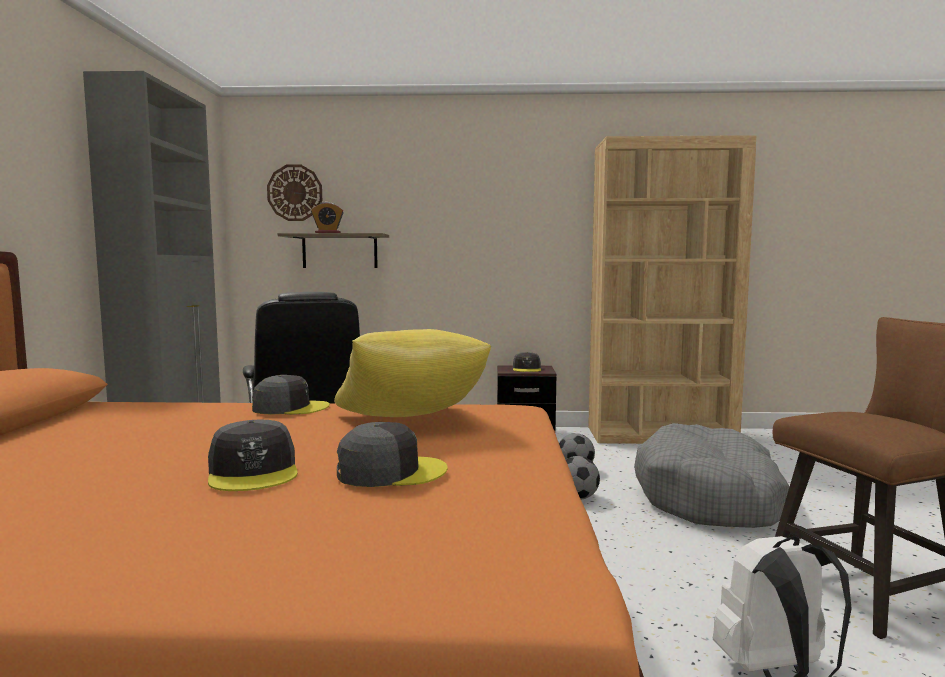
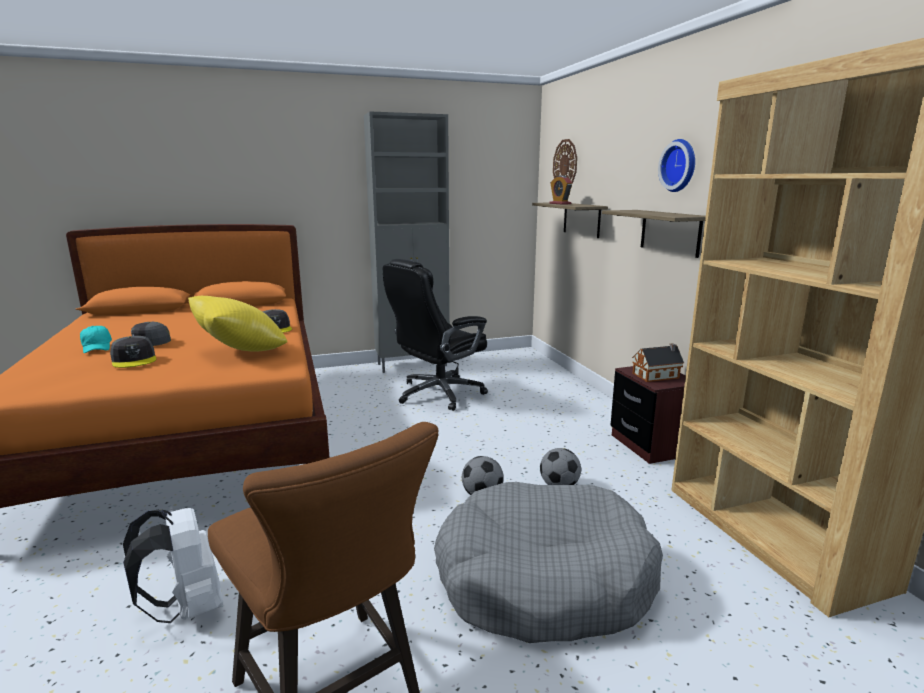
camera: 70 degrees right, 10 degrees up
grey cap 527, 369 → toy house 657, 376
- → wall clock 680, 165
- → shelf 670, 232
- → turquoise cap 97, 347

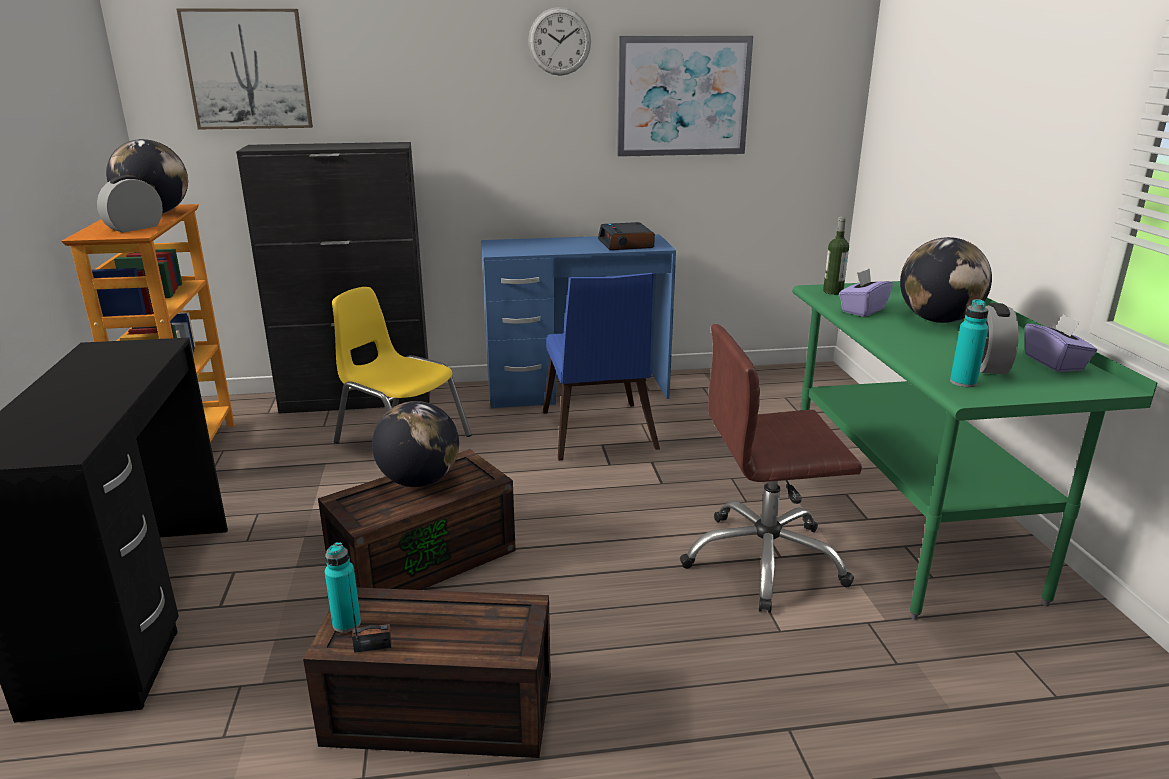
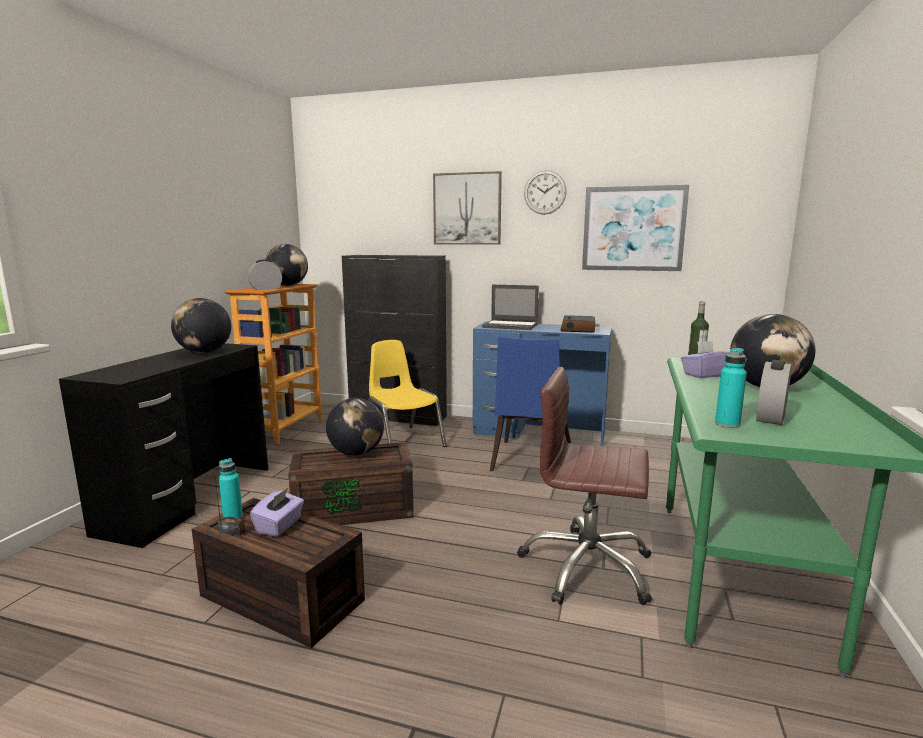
camera: 25 degrees right, 10 degrees down
picture 248, 69 → picture 467, 209, moved
purple tissue box 1054, 363 → purple tissue box 279, 526, moved
- → laptop 511, 326
- → globe 204, 352

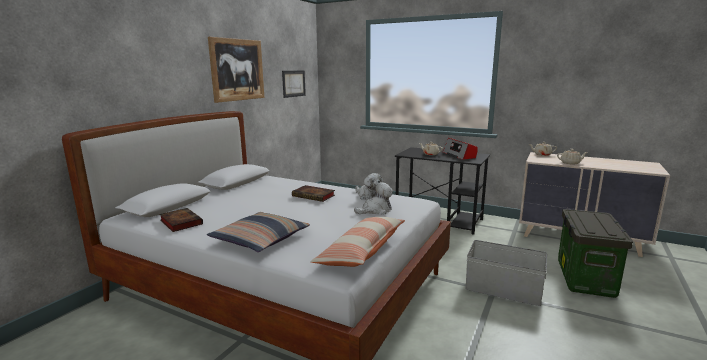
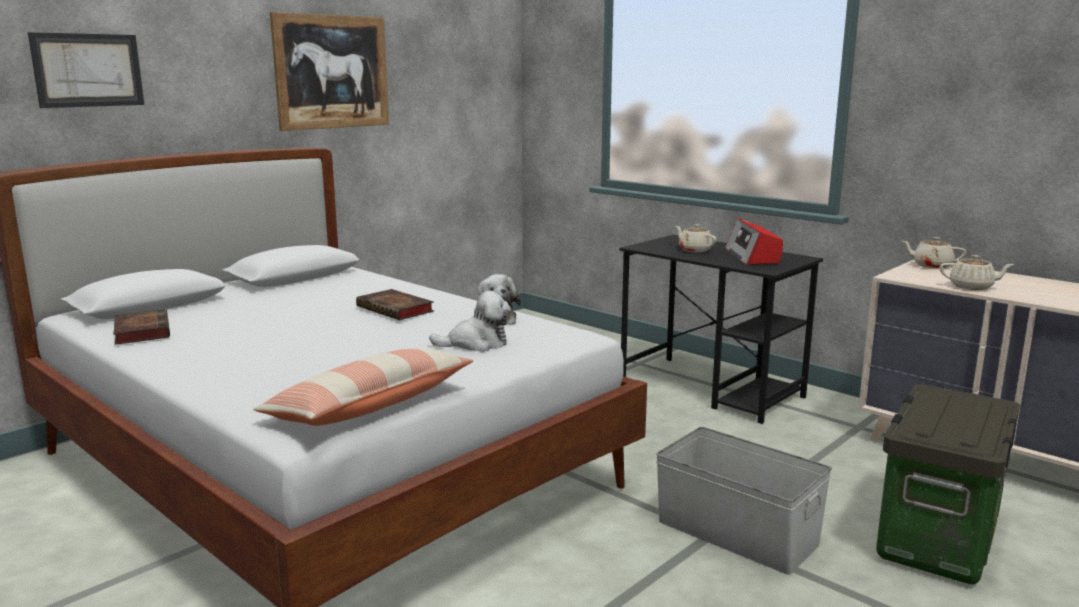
camera: 15 degrees right, 0 degrees up
picture 293, 83 → picture 88, 70, moved
pillow 260, 240 → -

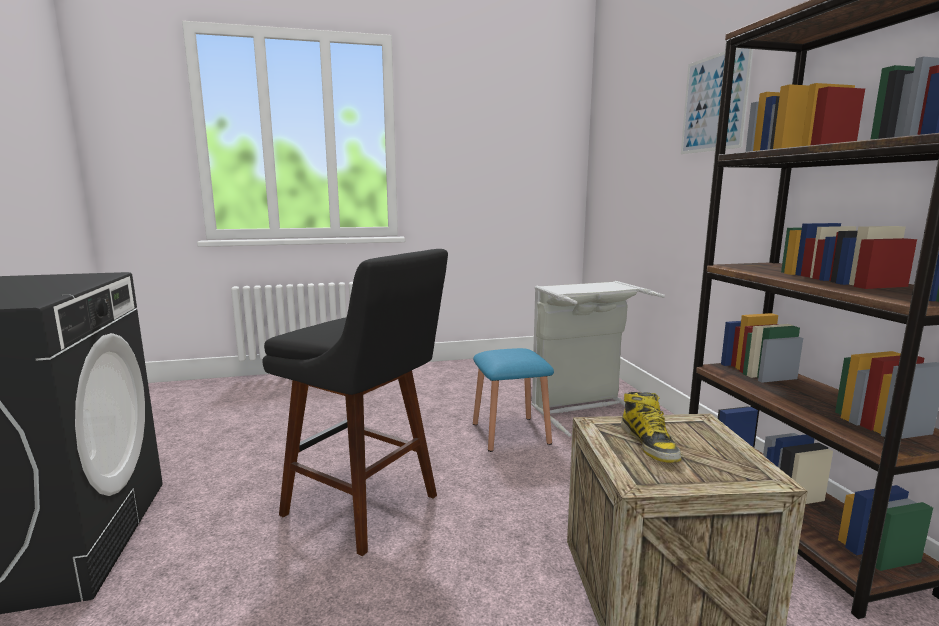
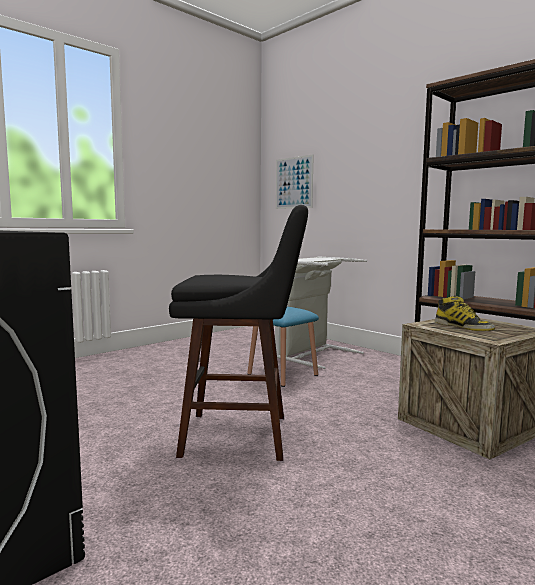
camera: 30 degrees left, 5 degrees down
picture 714, 103 → picture 294, 183, moved

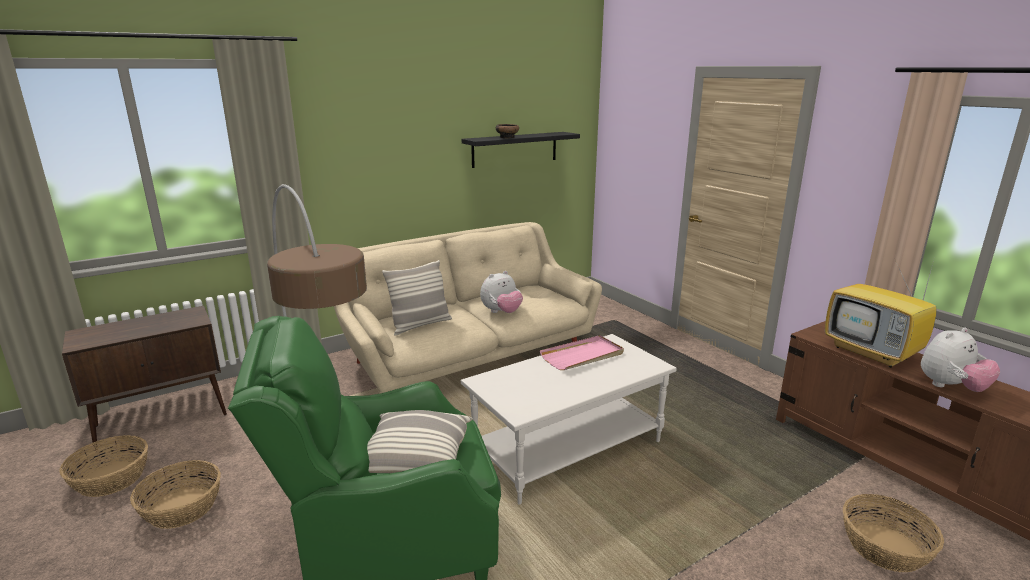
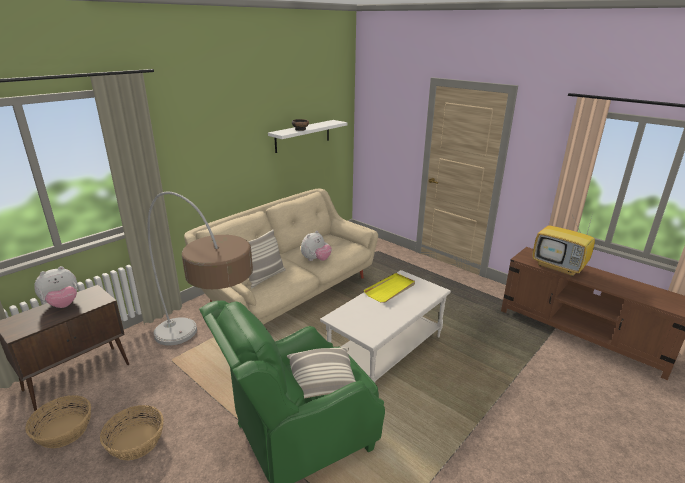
camera: 15 degrees left, 5 degrees up
black shelf 515, 149 → white shelf 302, 136
plush toy 951, 387 → plush toy 62, 304, moved
pink tray 582, 356 → yellow tray 390, 289
basket 884, 548 → -

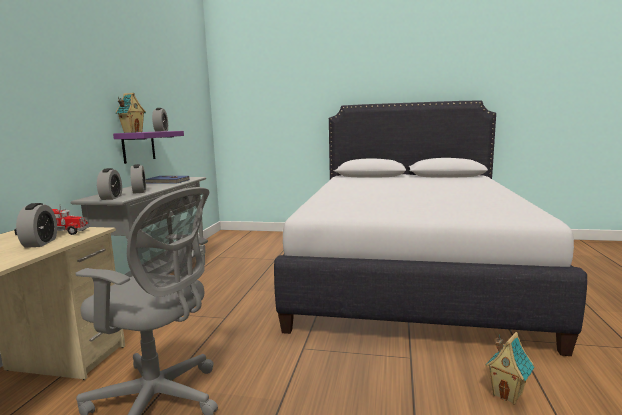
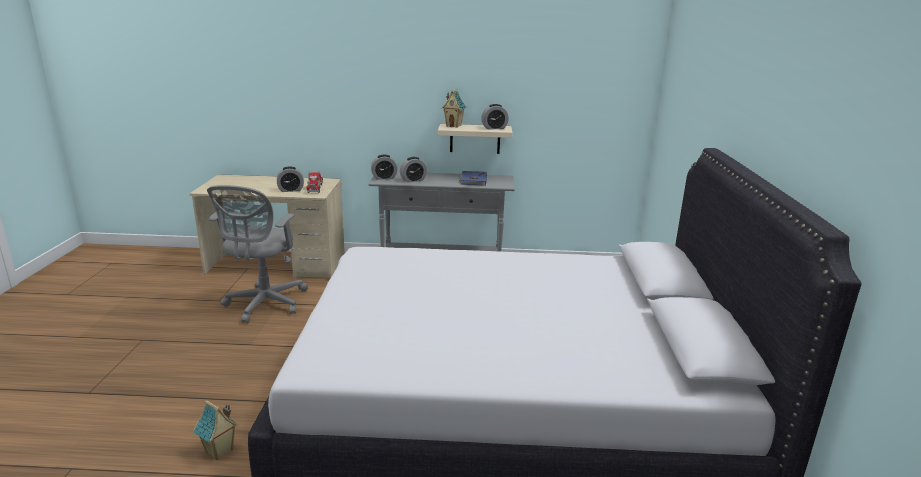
camera: 80 degrees right, 10 degrees up
purple shelf 138, 146 → beige shelf 475, 138

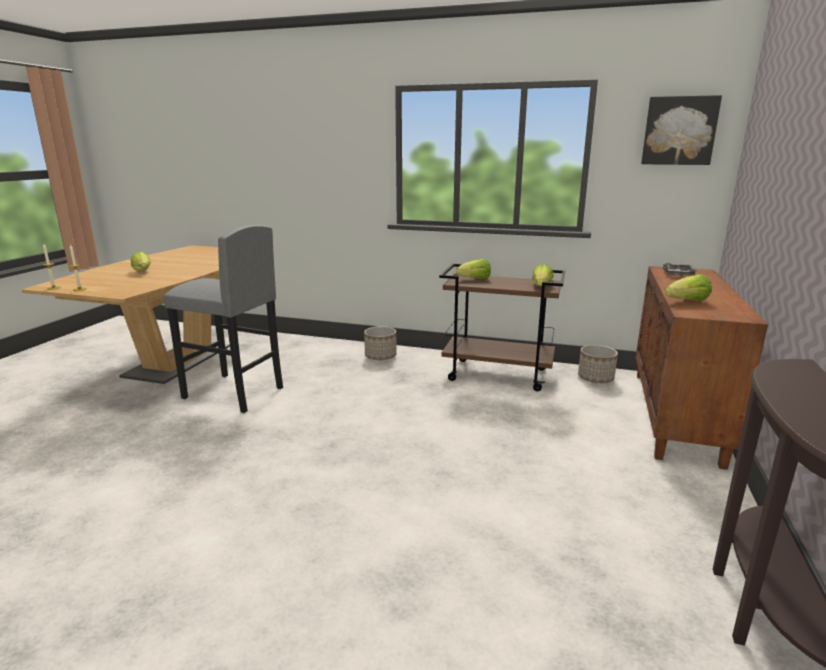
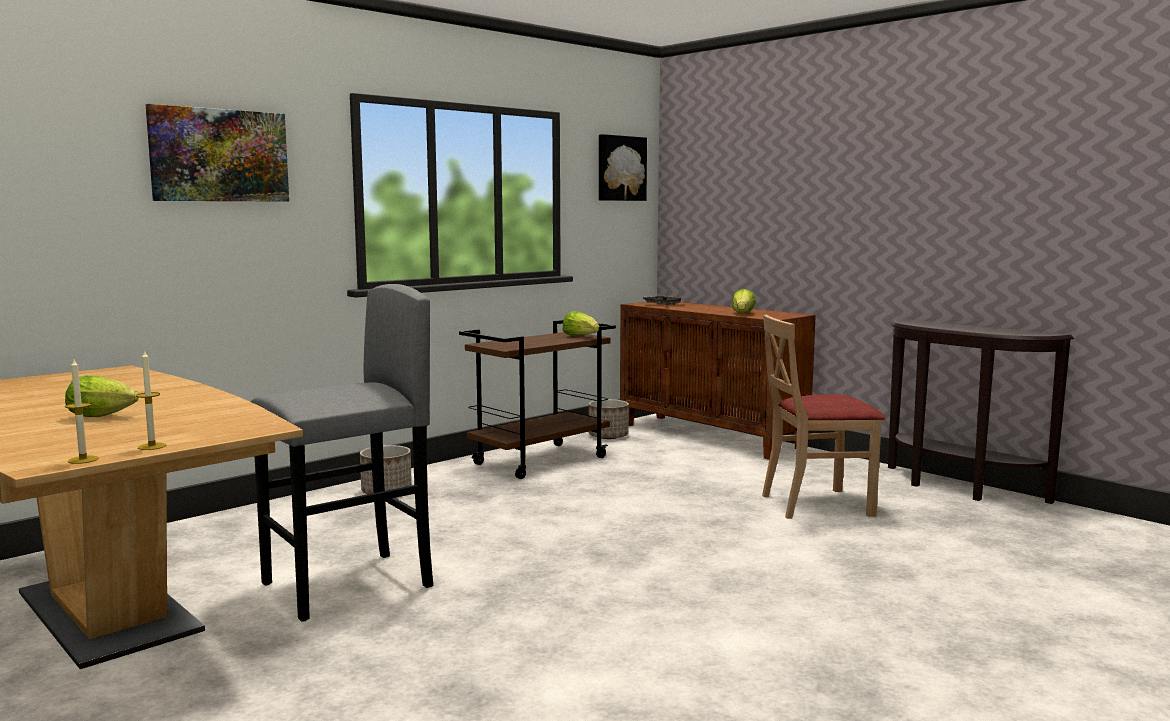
camera: 60 degrees left, 10 degrees down
lettuce 475, 279 → -
- → picture 219, 155
- → beige chair 816, 504

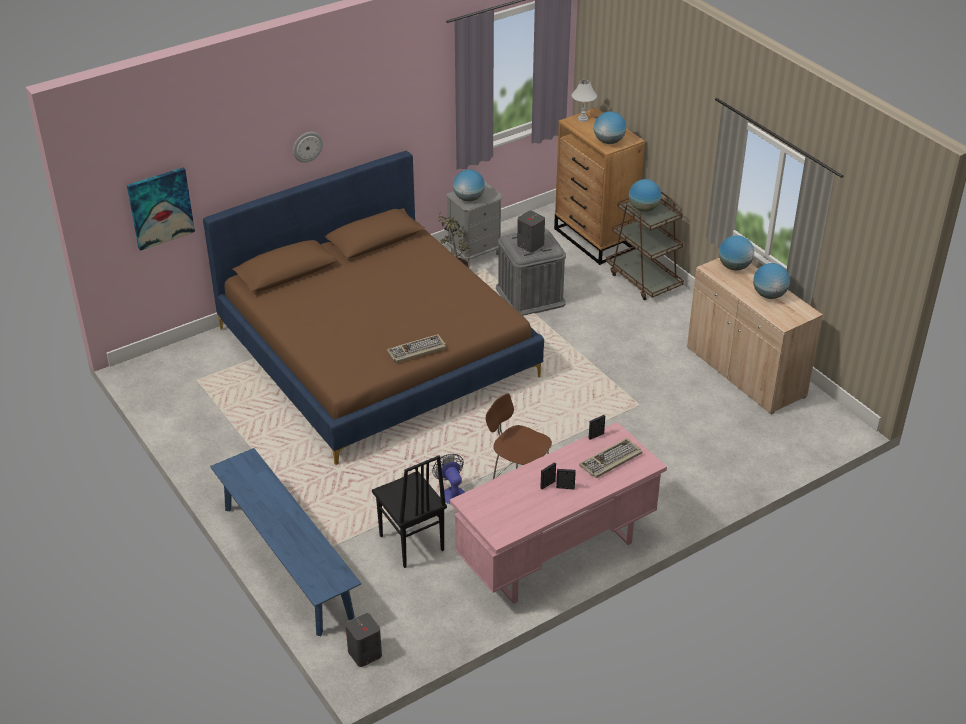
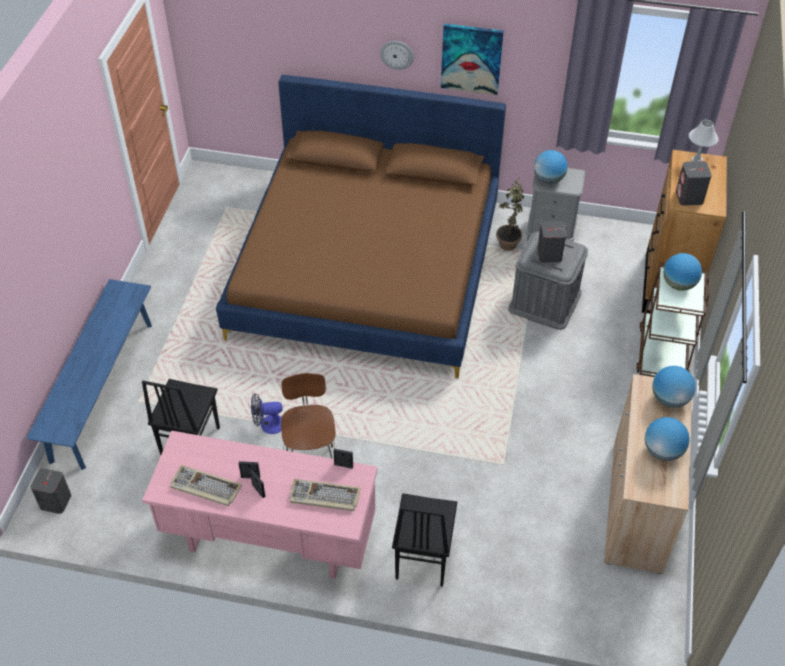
camera: 45 degrees right, 10 degrees up
globe 609, 142 → grey speaker 689, 197
picture 160, 208 → picture 471, 58, moved
keyboard 416, 350 → keyboard 205, 487, moved
fan 451, 492 → fan 268, 425, 120 degrees counterclockwise
- → black chair 421, 559

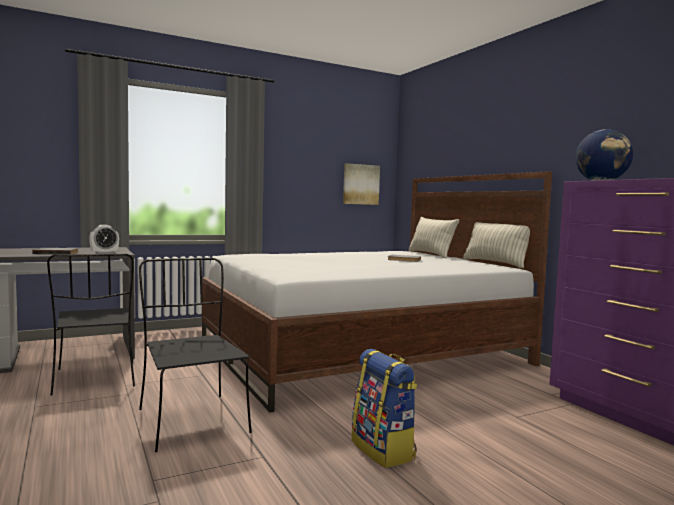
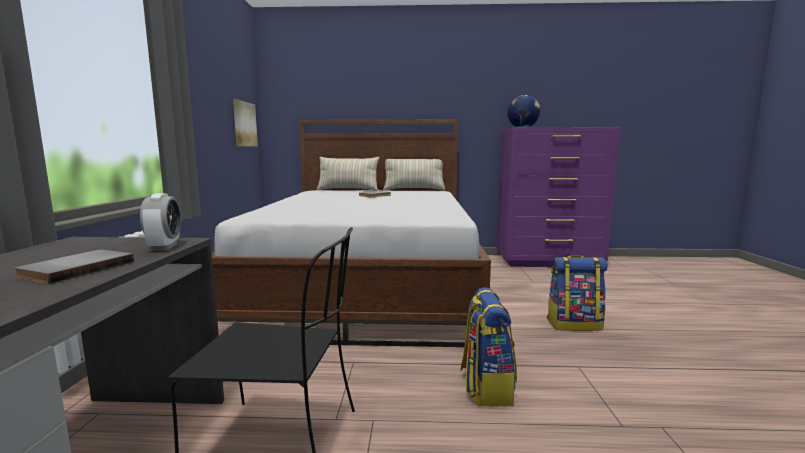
camera: 60 degrees left, 5 degrees up
black chair 191, 420 → backpack 486, 387

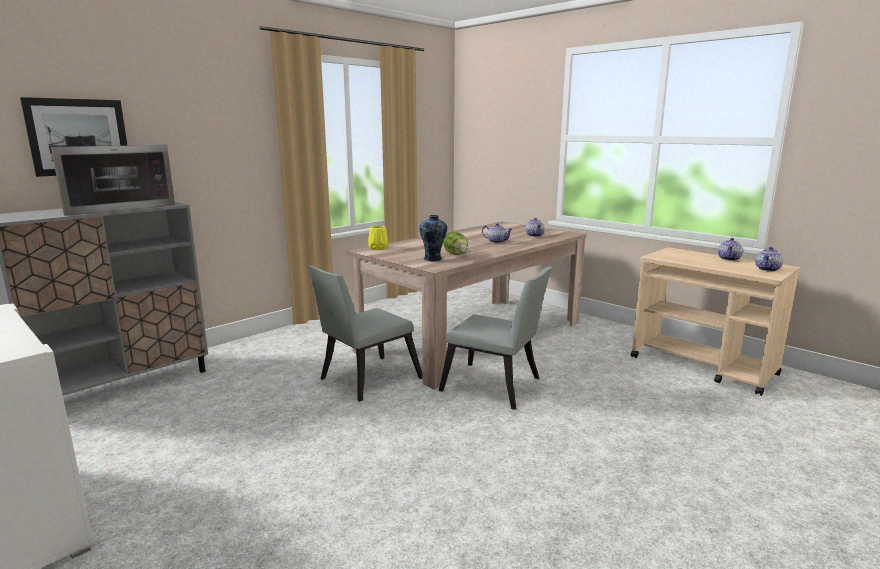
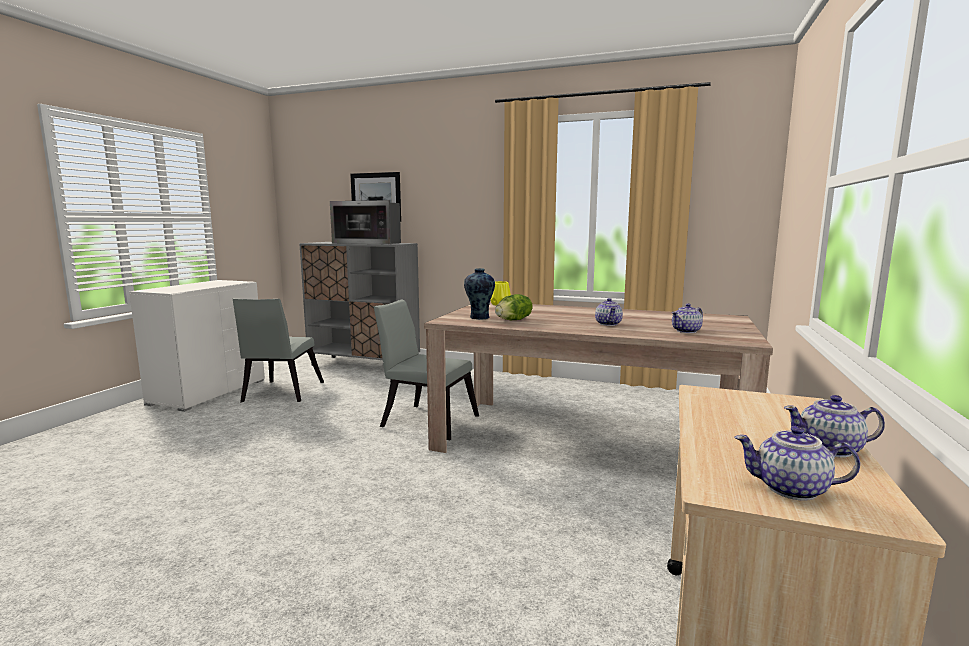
camera: 65 degrees right, 5 degrees down
grey chair 496, 387 → grey chair 280, 393, moved

